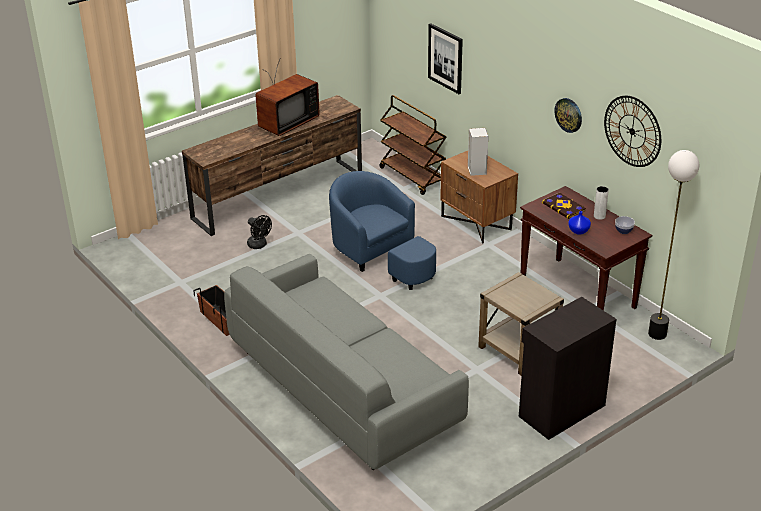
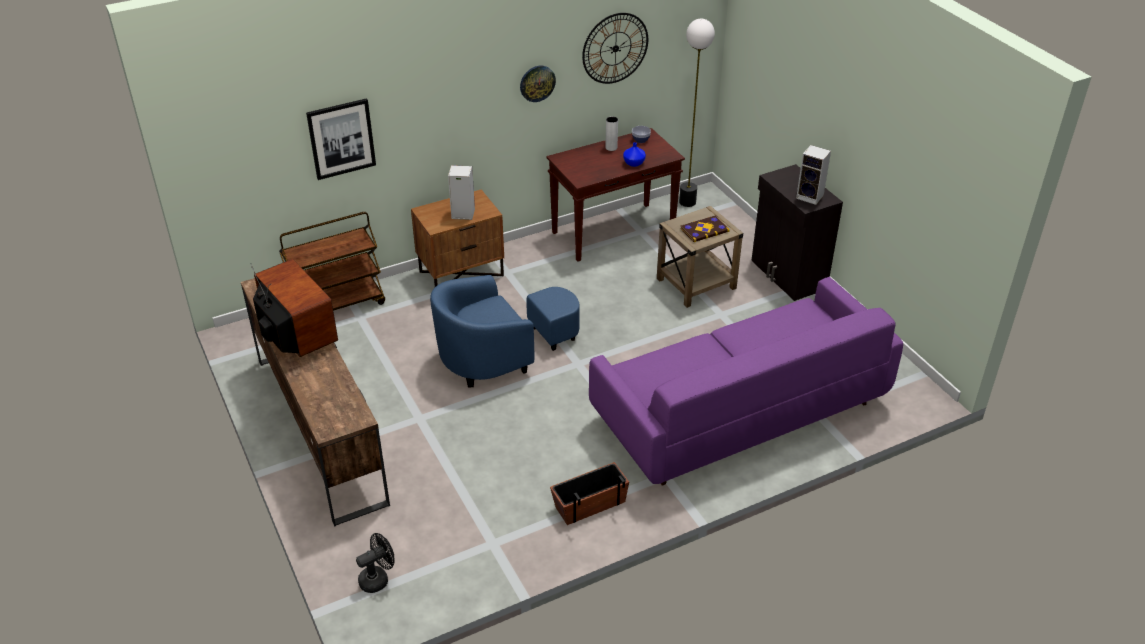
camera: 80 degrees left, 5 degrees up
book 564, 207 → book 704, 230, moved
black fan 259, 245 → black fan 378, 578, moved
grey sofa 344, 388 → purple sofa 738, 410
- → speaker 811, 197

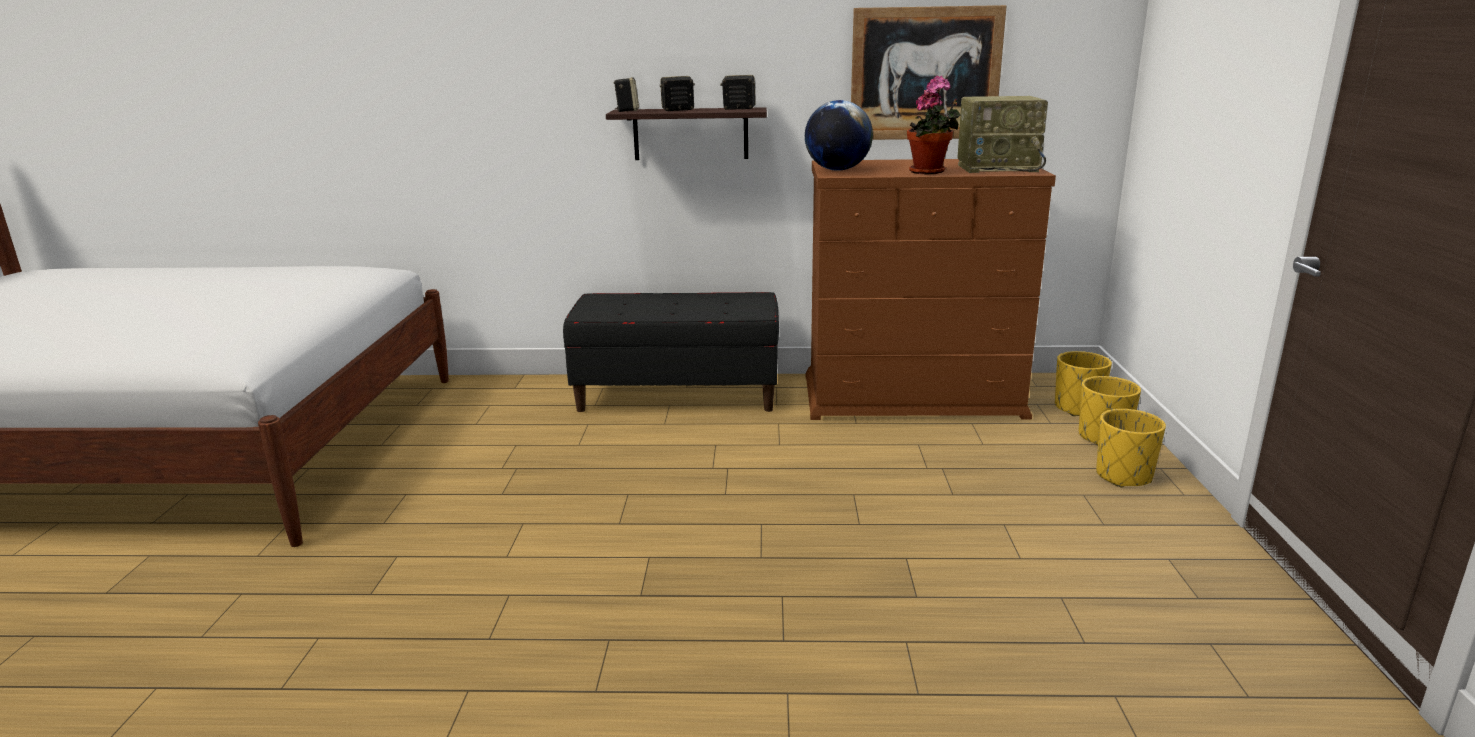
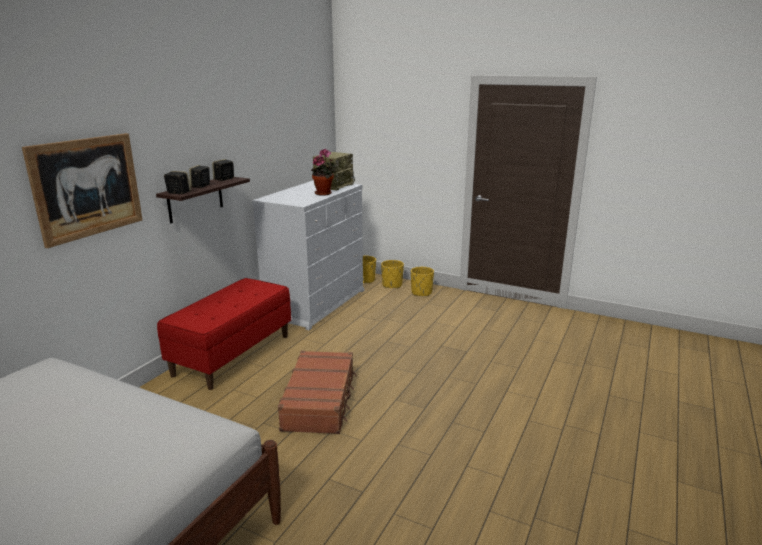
camera: 65 degrees left, 0 degrees up
picture 925, 74 → picture 87, 187, moved
globe 837, 170 → -
brown dresser 912, 396 → white dresser 315, 303
black bench 678, 394 → red bench 232, 354
- → brown suitcase 320, 401

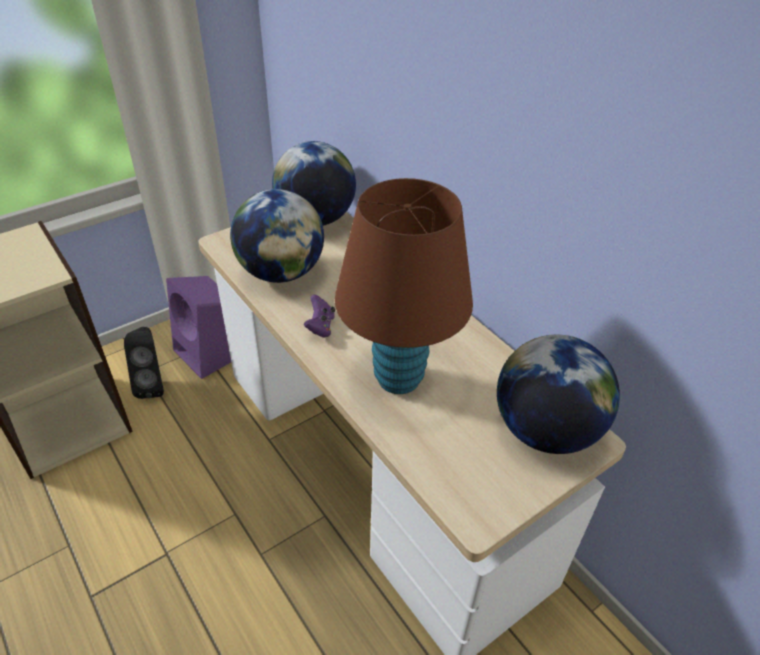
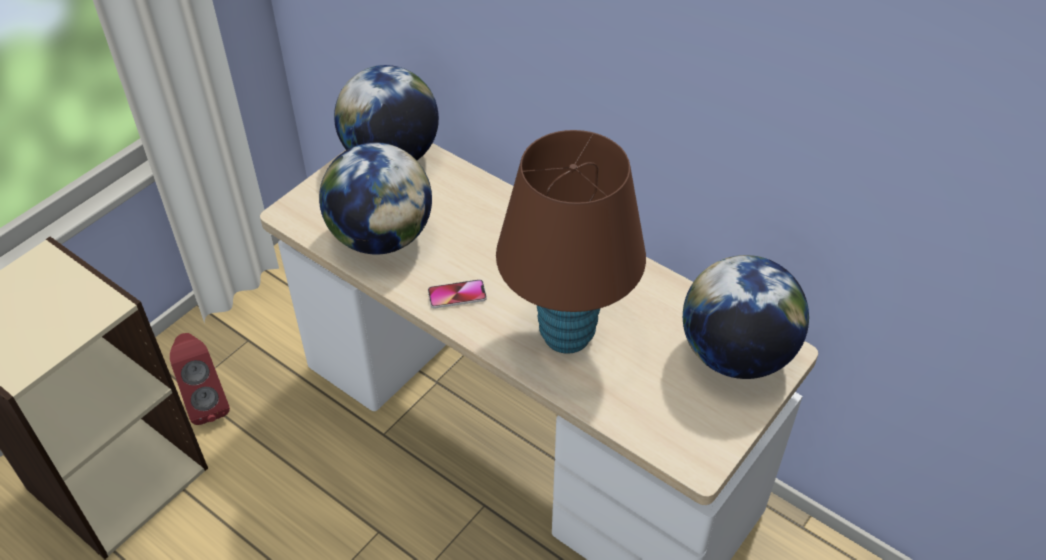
camera: 15 degrees left, 5 degrees up
purple speaker 211, 353 → -
purple game controller 320, 327 → phone 457, 295
black speaker 153, 384 → red speaker 207, 403

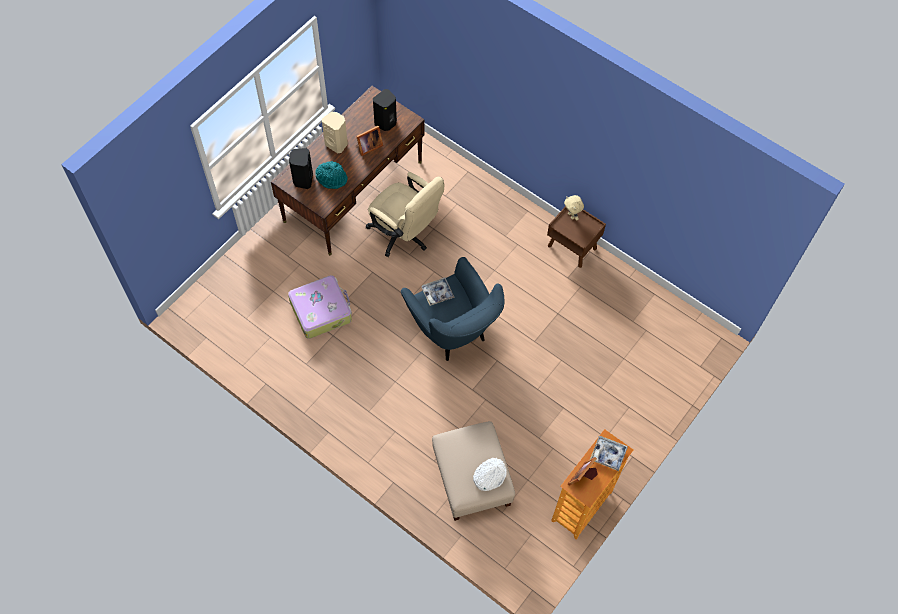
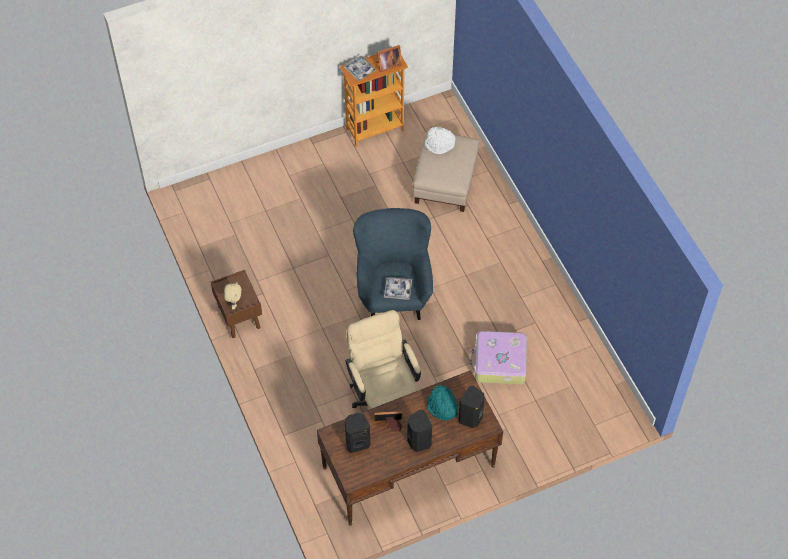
camera: 150 degrees left, 5 degrees down
beige speaker 337, 144 → black speaker 418, 441

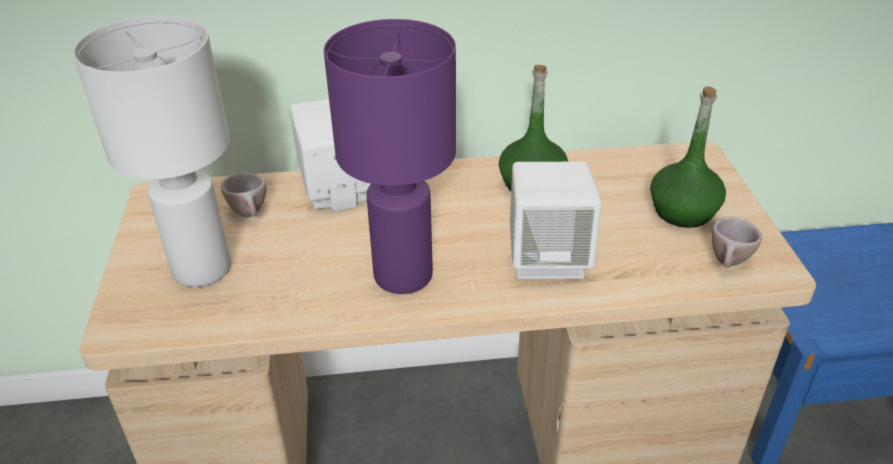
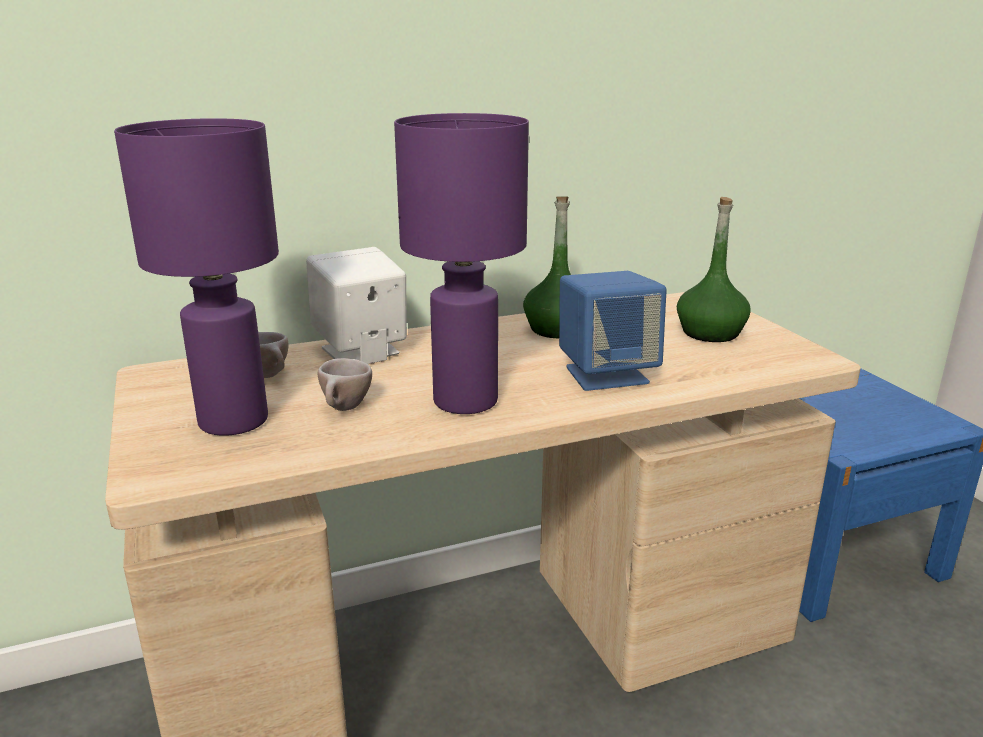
camera: 15 degrees left, 15 degrees down
white table lamp 201, 270 → purple table lamp 233, 422
white speaker 548, 259 → blue speaker 606, 374
beige cup 728, 264 → beige cup 345, 410, moved

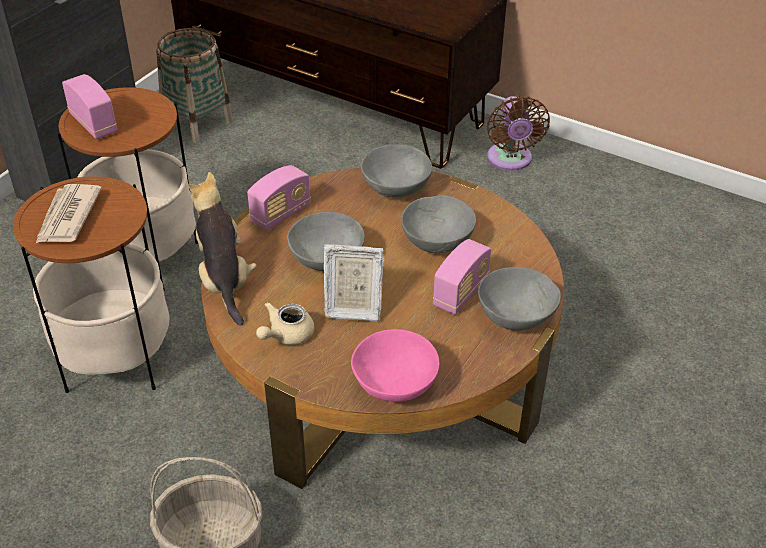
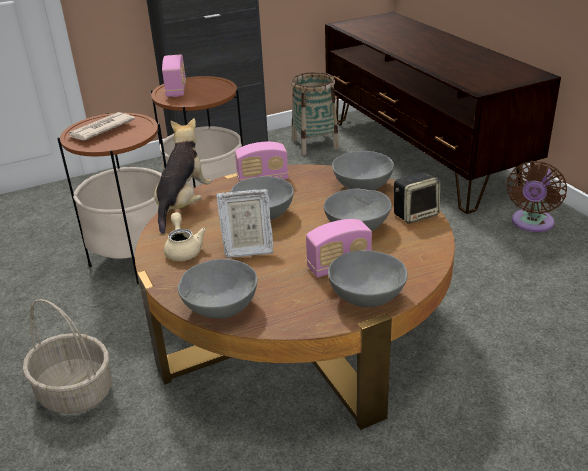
camera: 35 degrees right, 10 degrees down
picture frame 352, 308 → picture frame 247, 248, 45 degrees counterclockwise
beige teapot 286, 335 → beige teapot 183, 249, 90 degrees clockwise
pink bowl 395, 385 → grey bowl 220, 307
- → speaker 415, 214

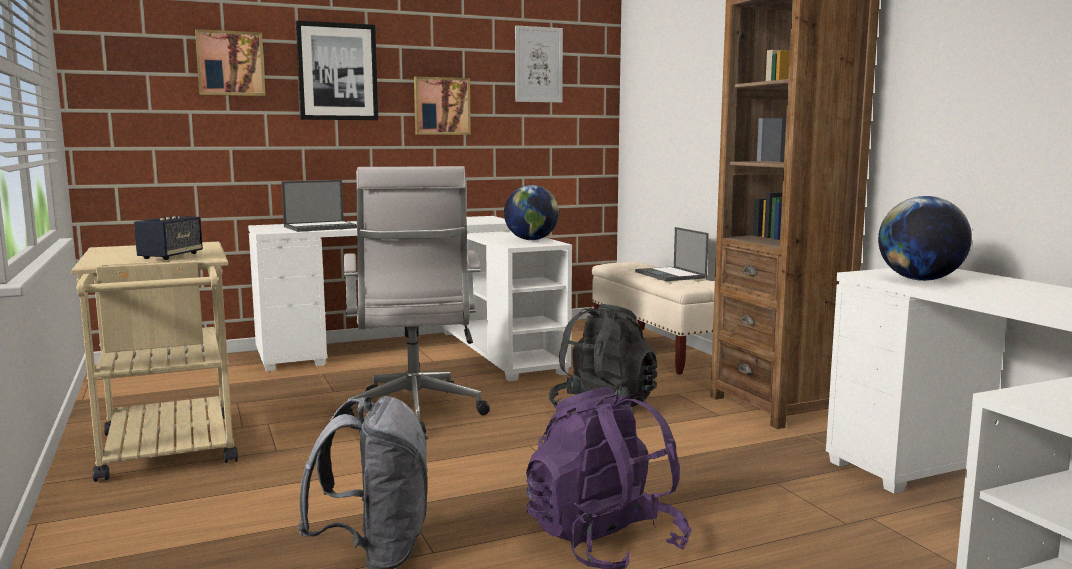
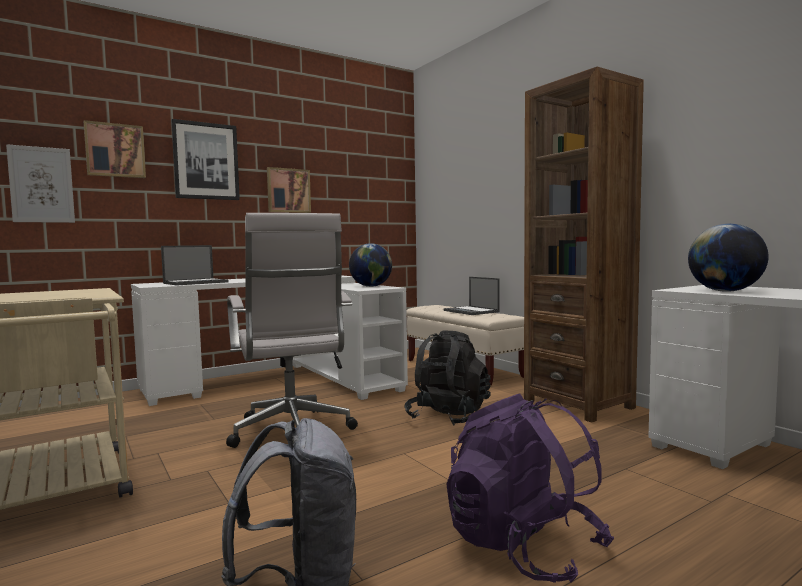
camera: 10 degrees left, 5 degrees down
picture 538, 64 → picture 41, 185, moved
speaker 171, 256 → -

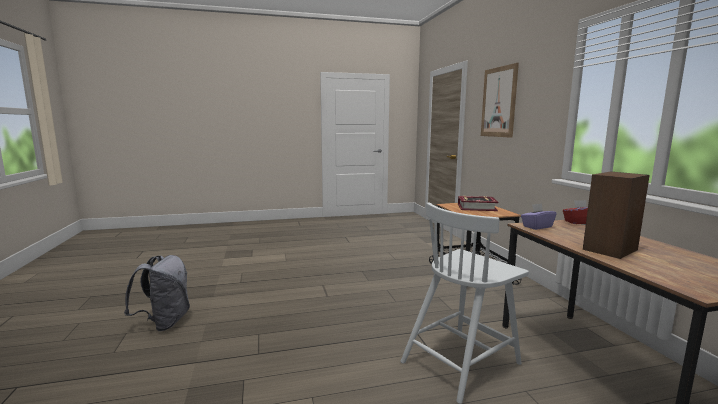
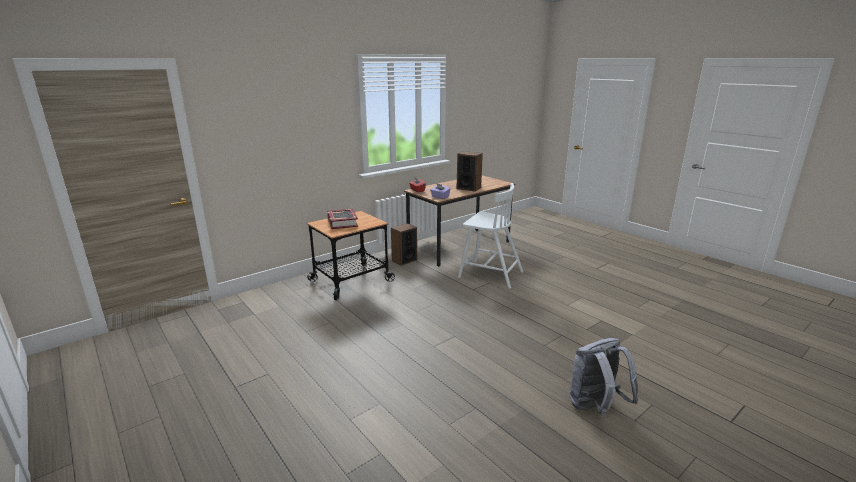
camera: 115 degrees left, 10 degrees up
picture 498, 102 → -
- → speaker 404, 260

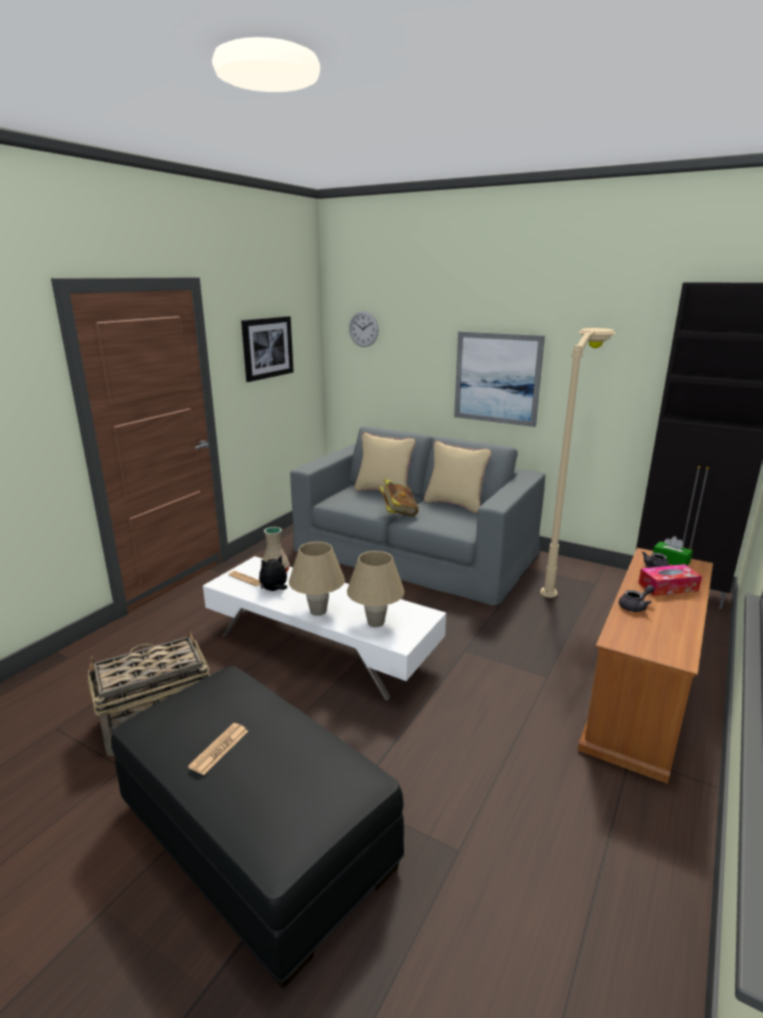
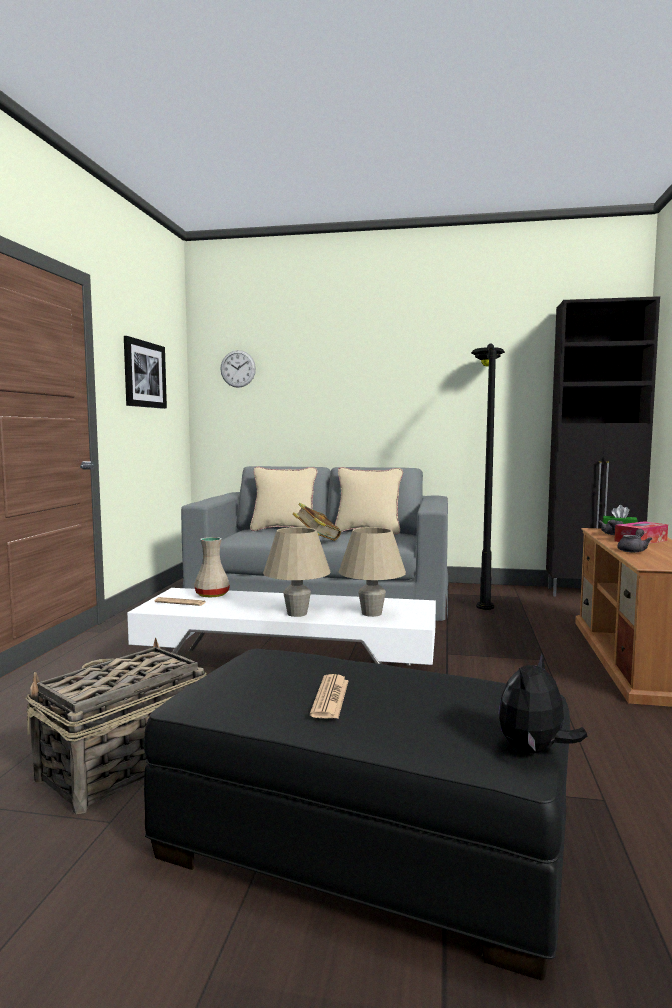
camera: 20 degrees left, 15 degrees down
beige floor lamp 562, 572 → black floor lamp 482, 593
picture 497, 378 → -
plush toy 274, 590 → plush toy 534, 751, moved

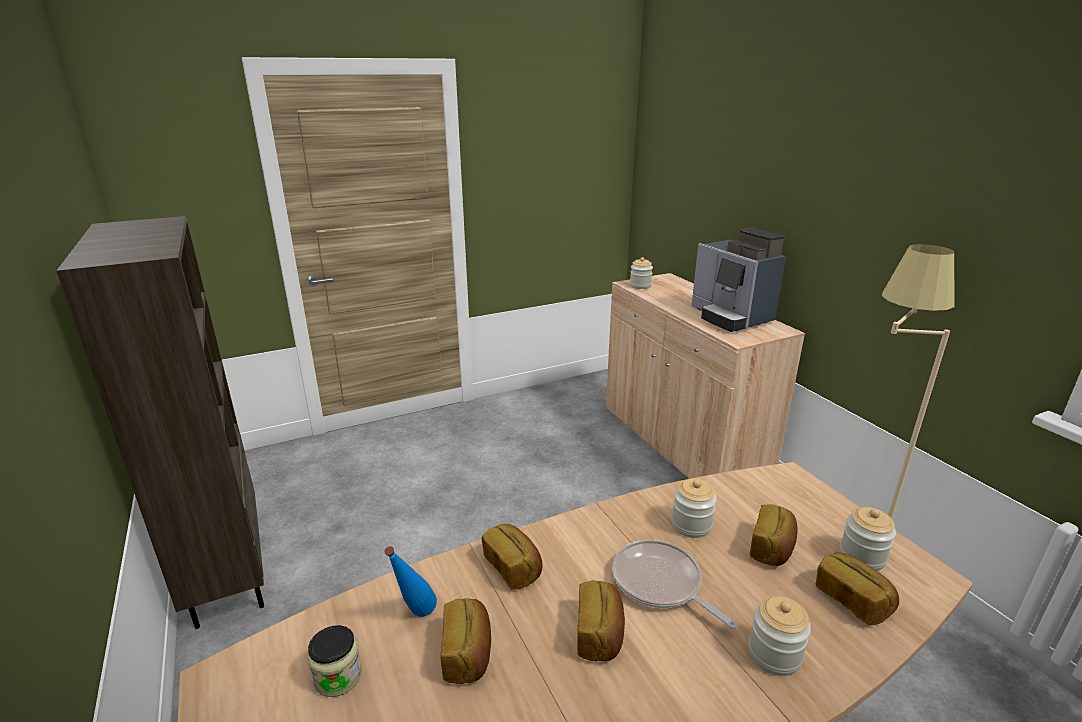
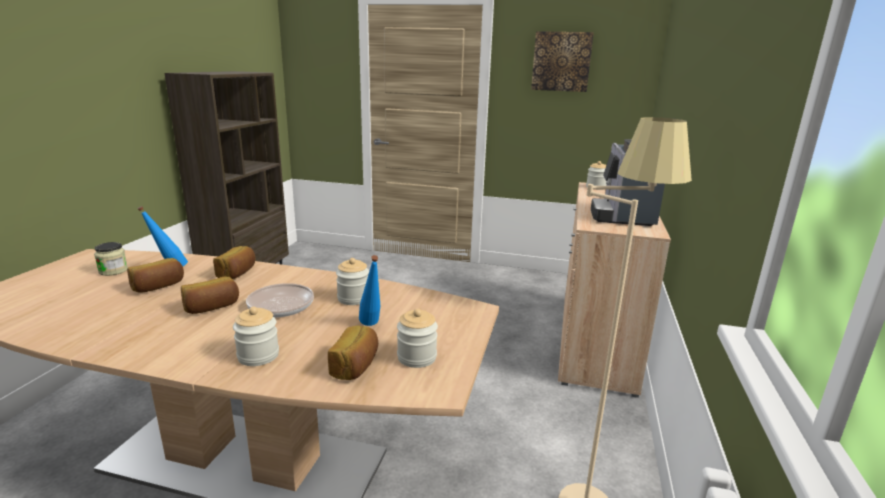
camera: 40 degrees right, 5 degrees down
bread 772, 548 → blue bottle 371, 327
- → picture 561, 61

